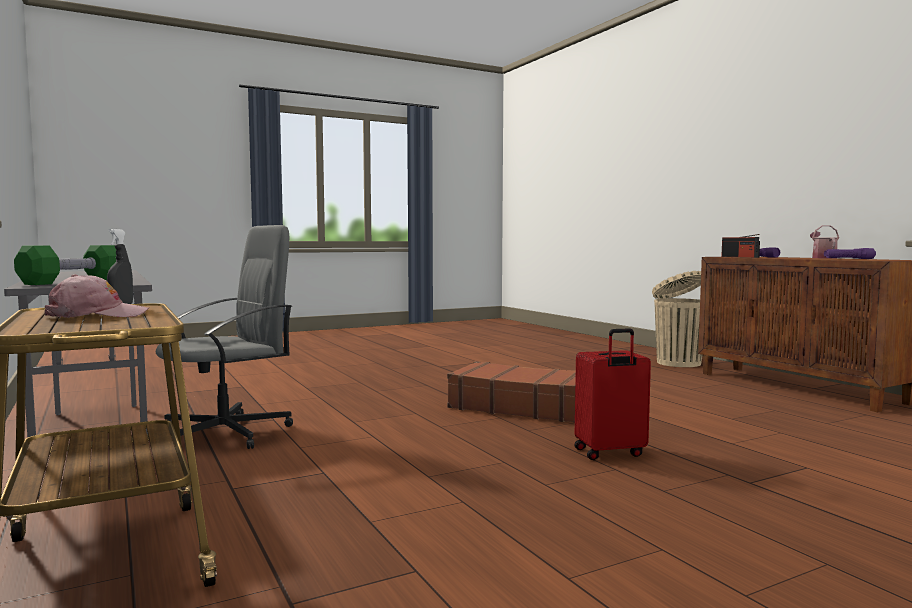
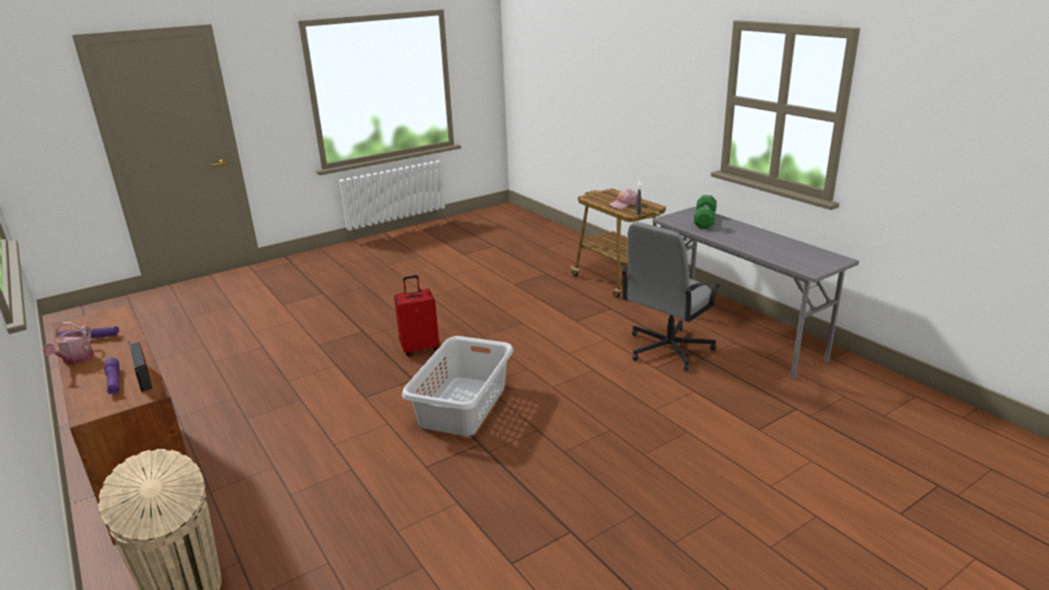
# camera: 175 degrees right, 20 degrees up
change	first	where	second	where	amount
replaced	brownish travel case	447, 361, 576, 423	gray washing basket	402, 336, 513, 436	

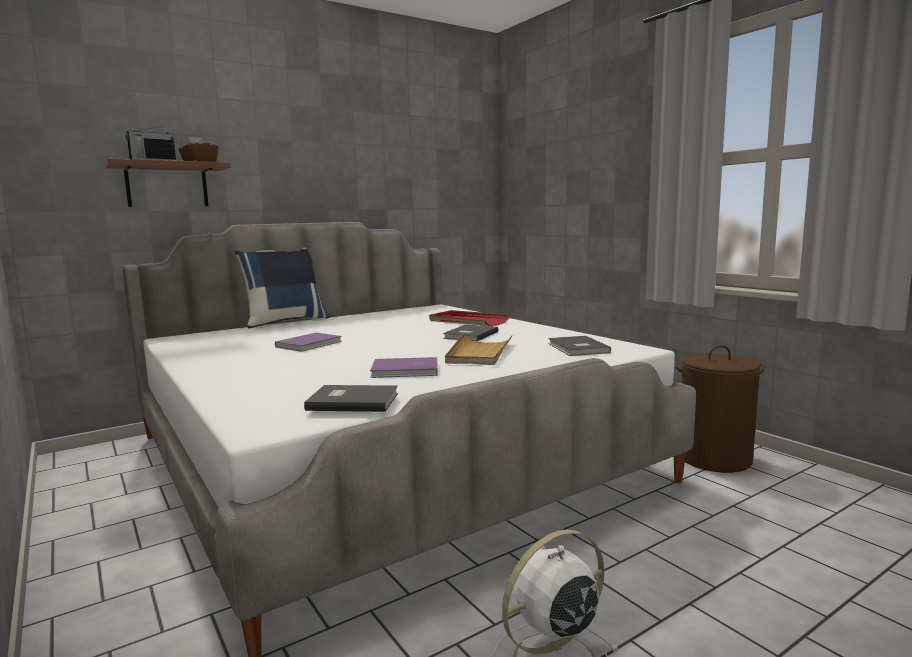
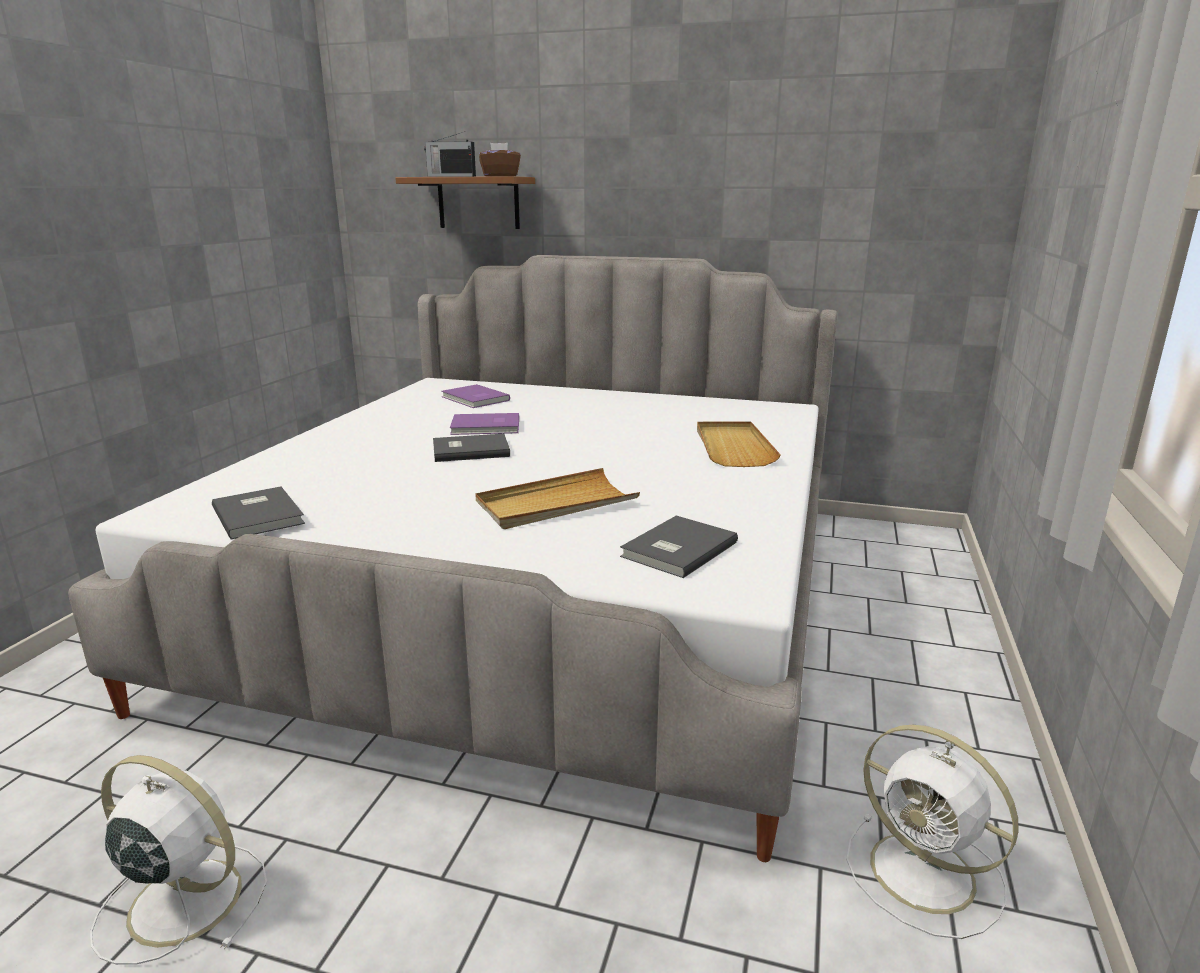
# camera: 50 degrees right, 10 degrees up
change	first	where	second	where	amount
removed	blue cushion	234, 248, 330, 329			
recoloured	reddish carrying tray	429, 310, 510, 326	beige-coloured carrying tray	697, 421, 781, 467	
moved	gray volume	443, 325, 498, 341		433, 434, 510, 462	
replaced	brownish washing basket	676, 345, 764, 473	whitish electric fan	846, 724, 1019, 939	
moved	purple volume	370, 357, 437, 378		441, 384, 510, 408	

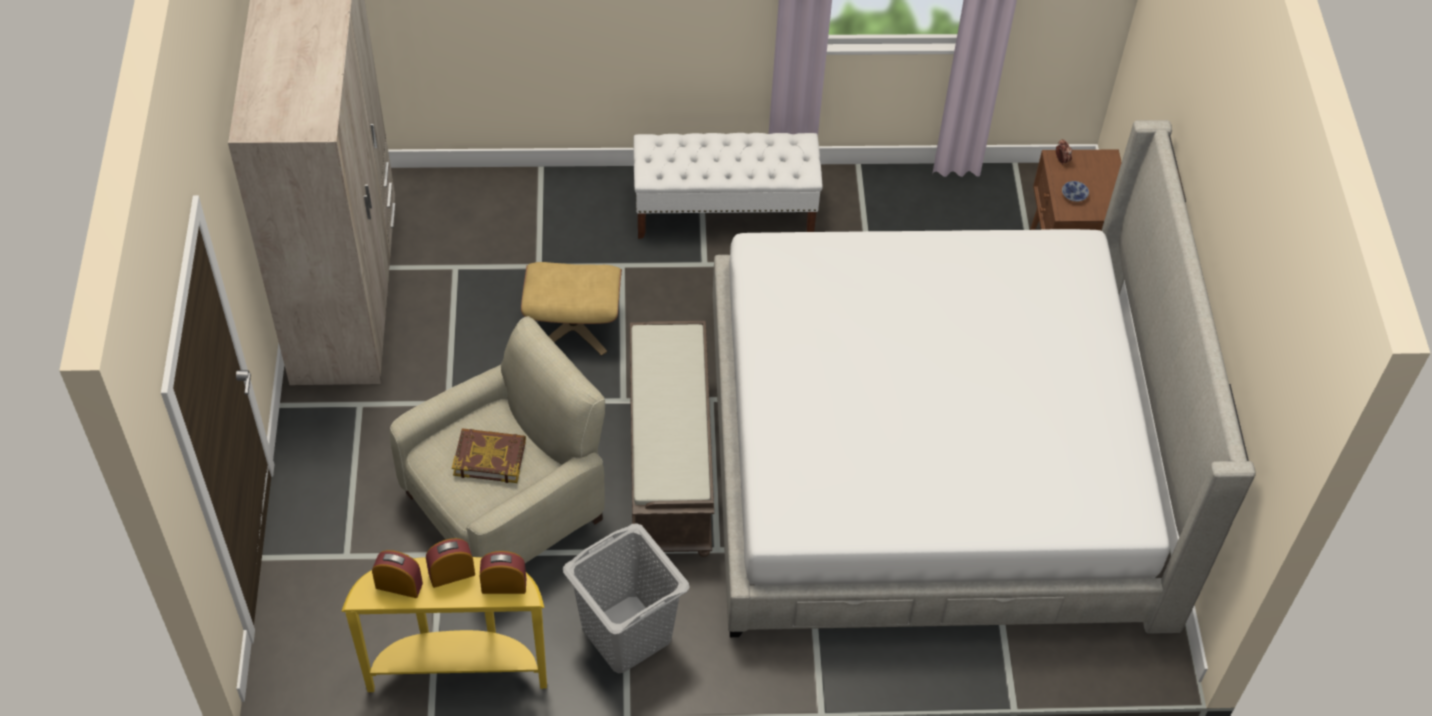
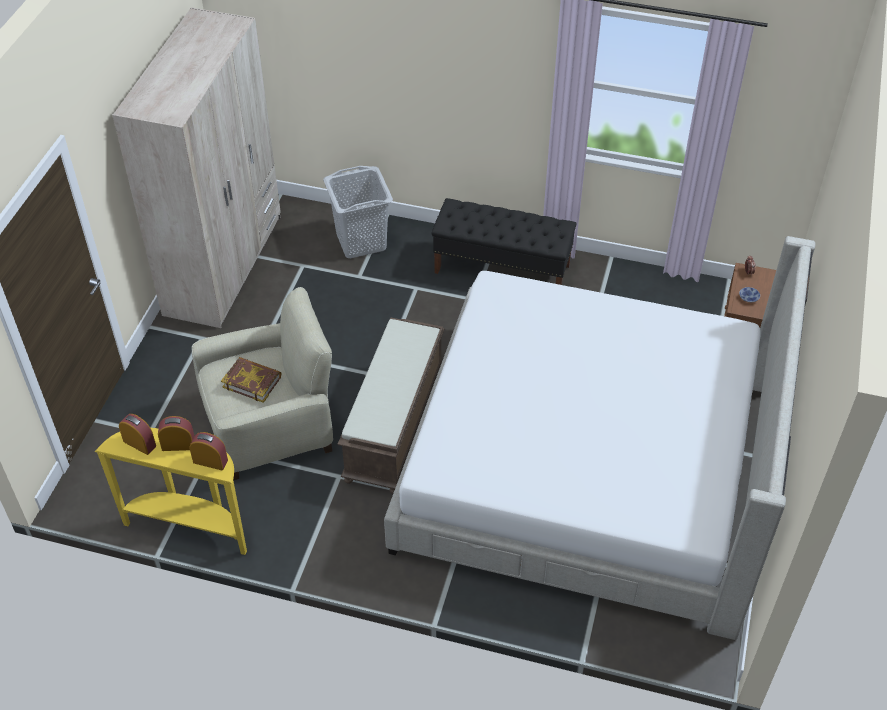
# camera: 20 degrees right, 5 degrees down
change	first	where	second	where	amount
recoloured	whitish indoor bench	634, 133, 823, 239	black-coloured indoor bench	432, 198, 576, 285	
removed	beige-coloured ottoman	521, 262, 622, 356			
moved	gray washing basket	563, 523, 690, 673		323, 166, 393, 258	

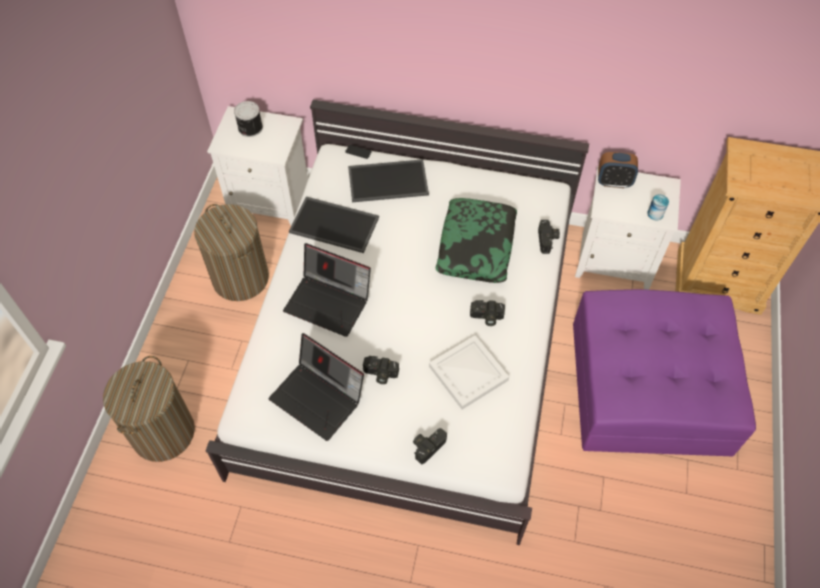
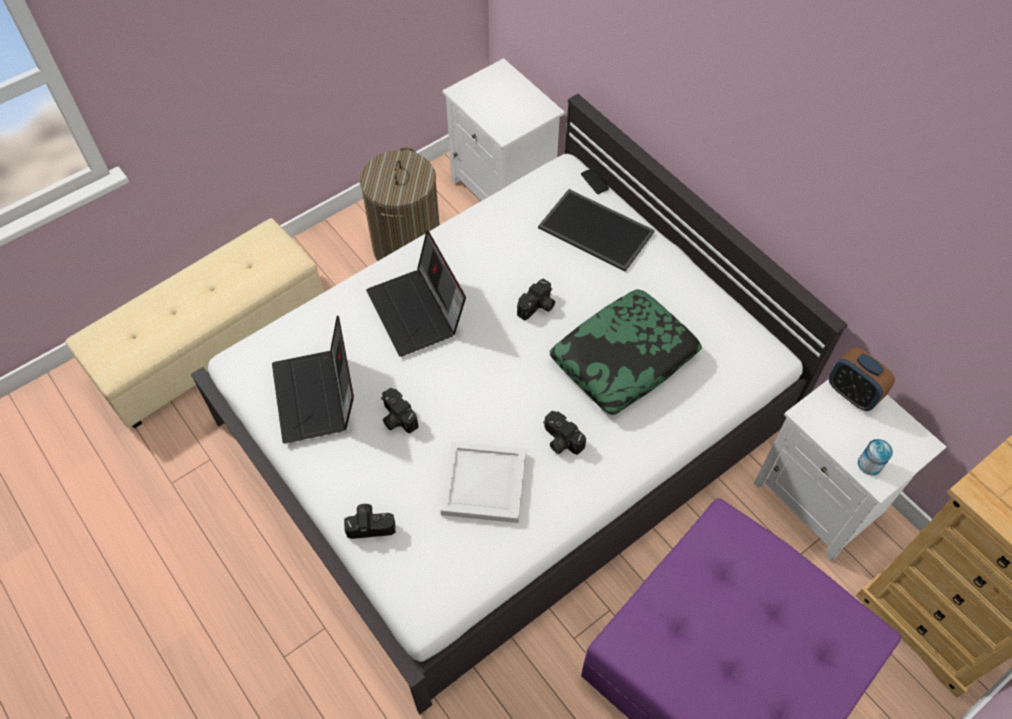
# camera: 40 degrees right, 0 degrees up
change	first	where	second	where	amount
removed	sealed can	234, 101, 263, 137			
removed	carrying tray	289, 196, 379, 253			
moved	photo camera	538, 220, 560, 254		517, 279, 555, 320	
replaced	washing basket	103, 356, 195, 462	beige-coloured ottoman	65, 218, 324, 429	

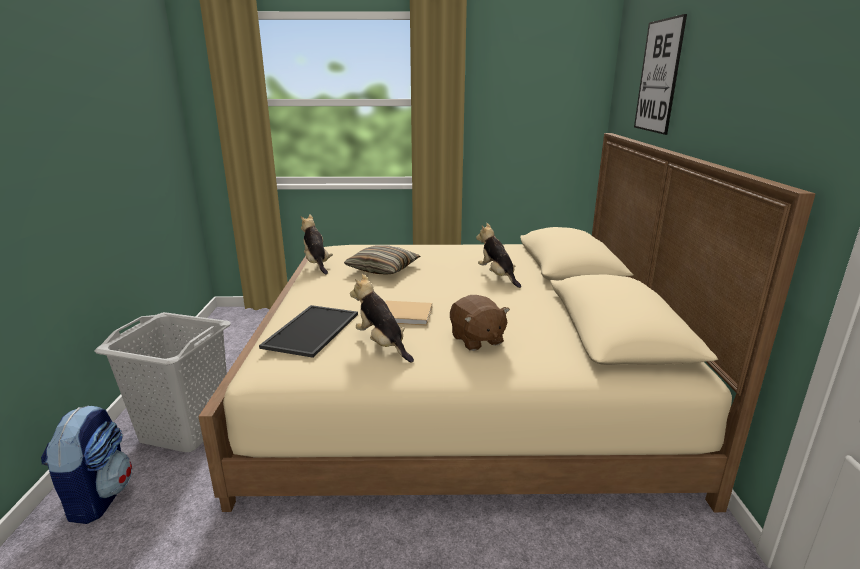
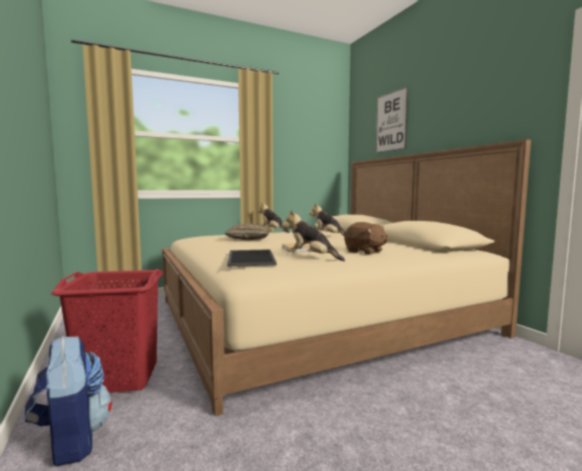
# camera: 25 degrees left, 15 degrees down
change	first	where	second	where	amount
moved	cuddly toy	300, 214, 333, 275		257, 202, 290, 233	
recoloured	gray washing basket	95, 312, 231, 452	reddish washing basket	50, 269, 164, 393	

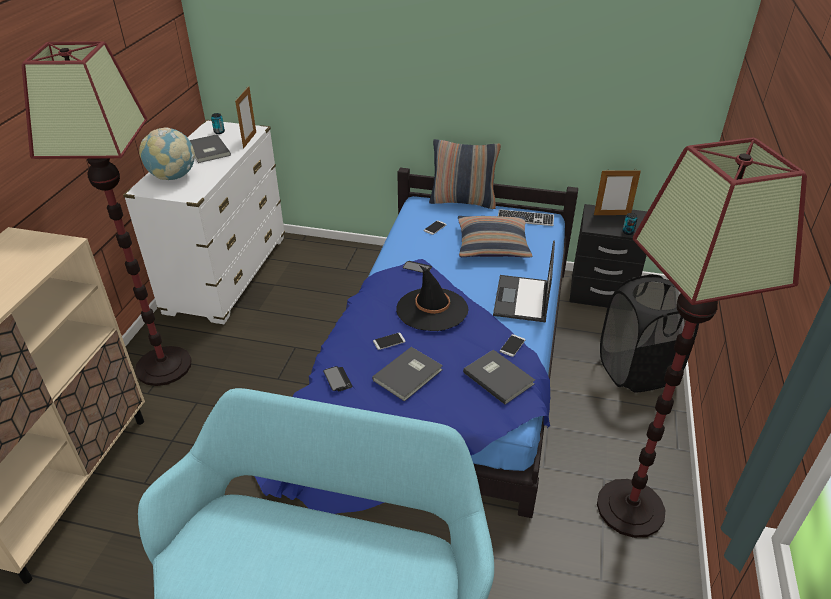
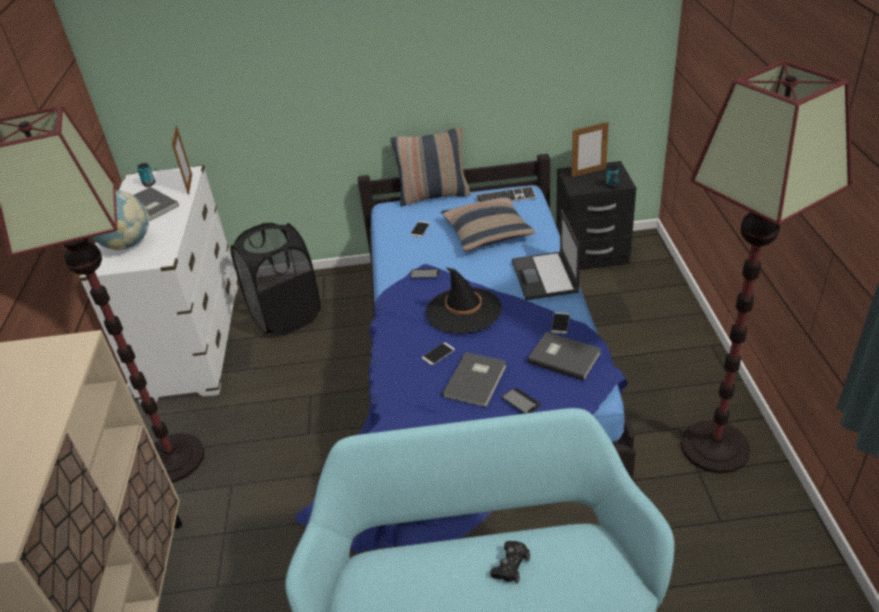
# camera: 15 degrees left, 0 degrees up
change	first	where	second	where	amount
moved	black-coloured washing basket	600, 274, 699, 393		231, 223, 321, 335	
moved	telephone	323, 366, 352, 391		502, 388, 541, 414	
added			black-coloured game controller	490, 541, 530, 584	

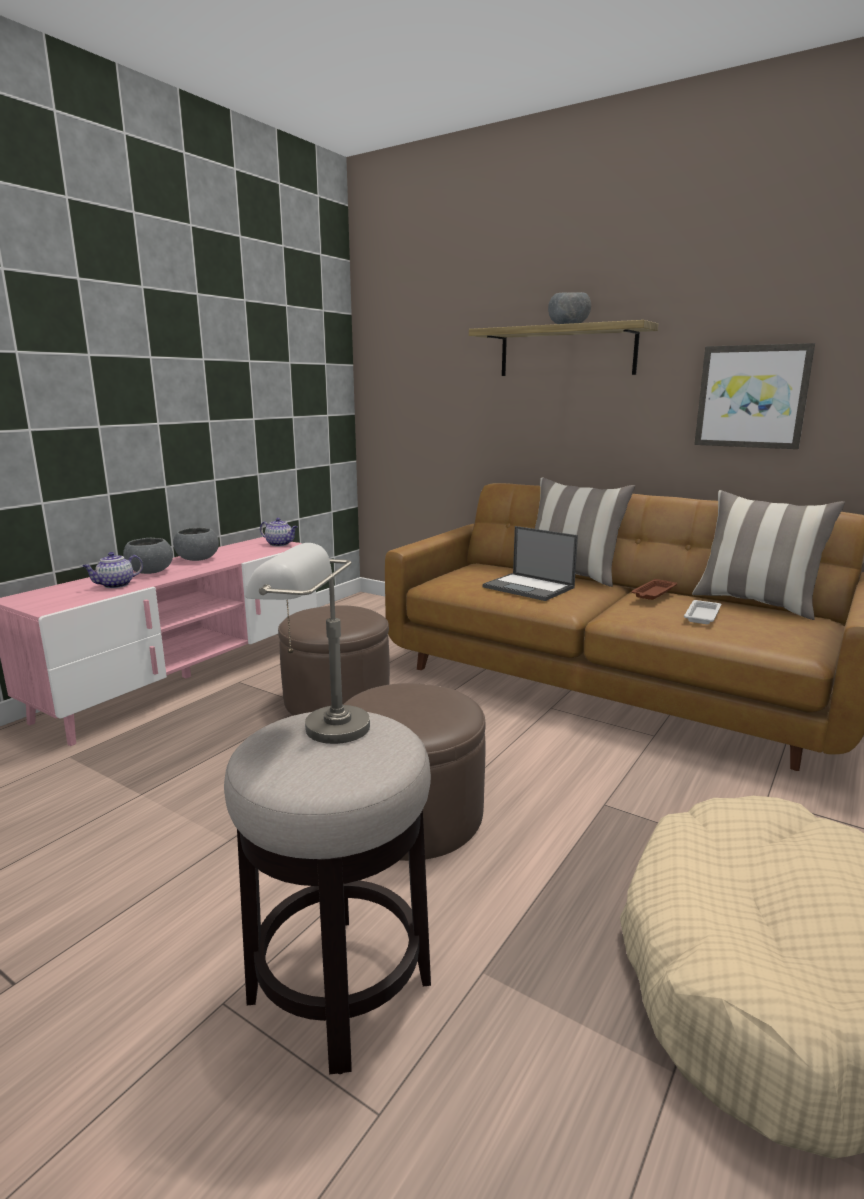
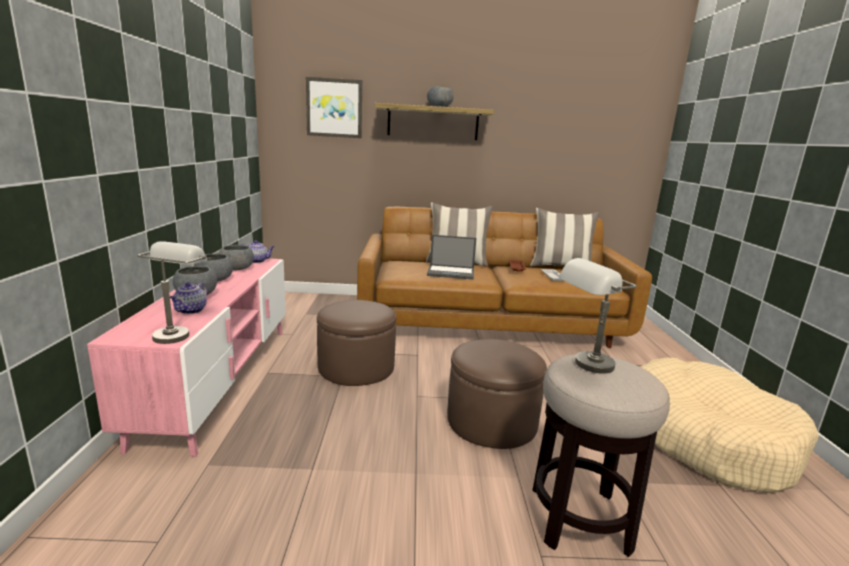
# camera: 35 degrees left, 0 degrees up
change	first	where	second	where	amount
moved	picture	694, 343, 815, 449		306, 77, 362, 138	
added			gray table lamp	137, 241, 207, 344	
added			gray serving bowl	219, 245, 254, 271	

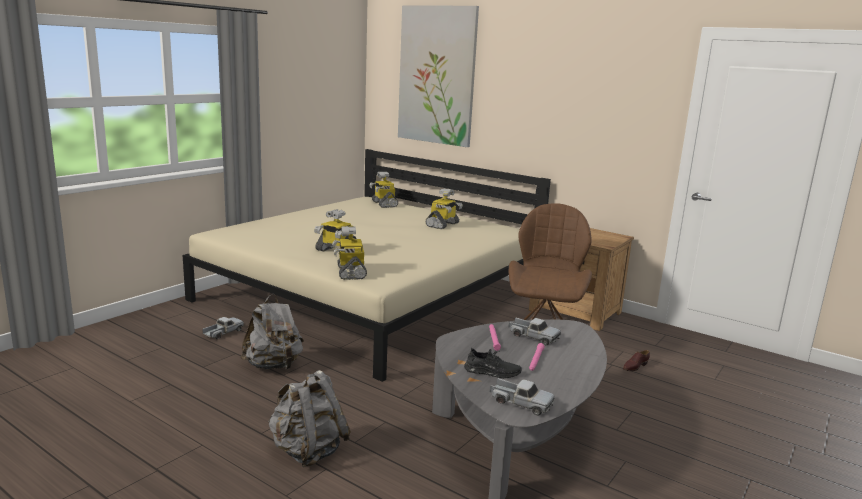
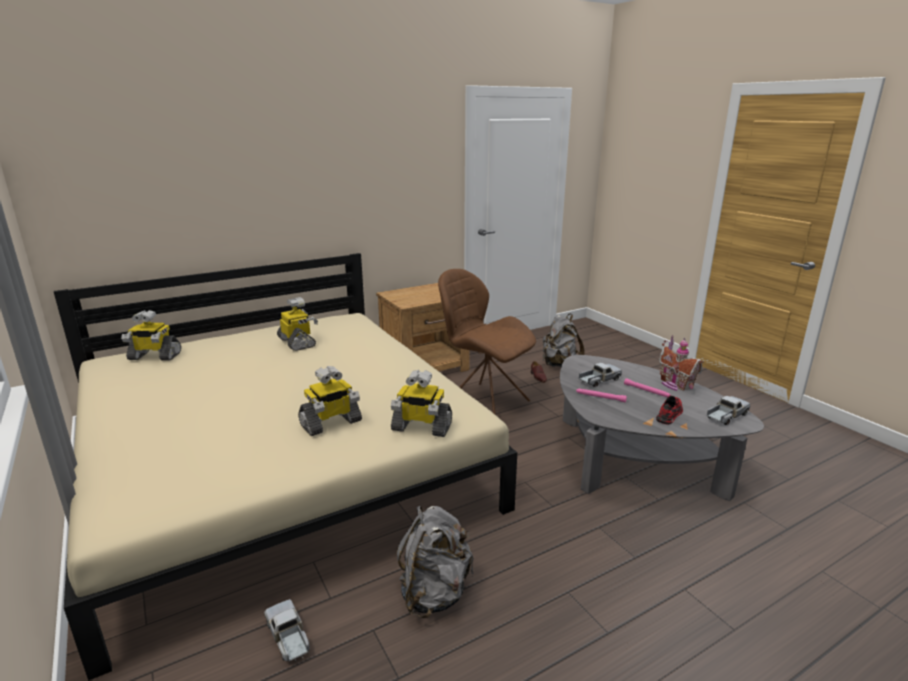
# camera: 65 degrees left, 5 degrees up
change	first	where	second	where	amount
removed	picture	398, 5, 479, 147			
recoloured	black-coloured low shoe	464, 348, 522, 378	reddish low shoe	656, 395, 683, 425	
moved	gray knapsack	268, 370, 351, 467		542, 314, 585, 367	
added			model house	659, 335, 704, 391	

